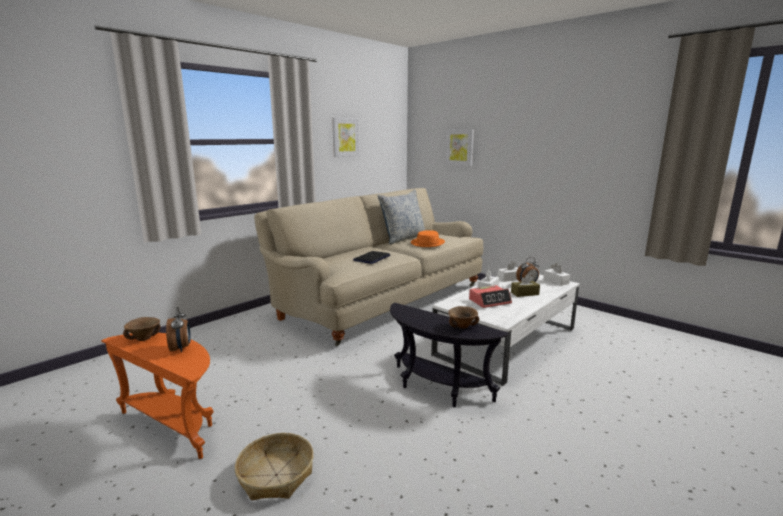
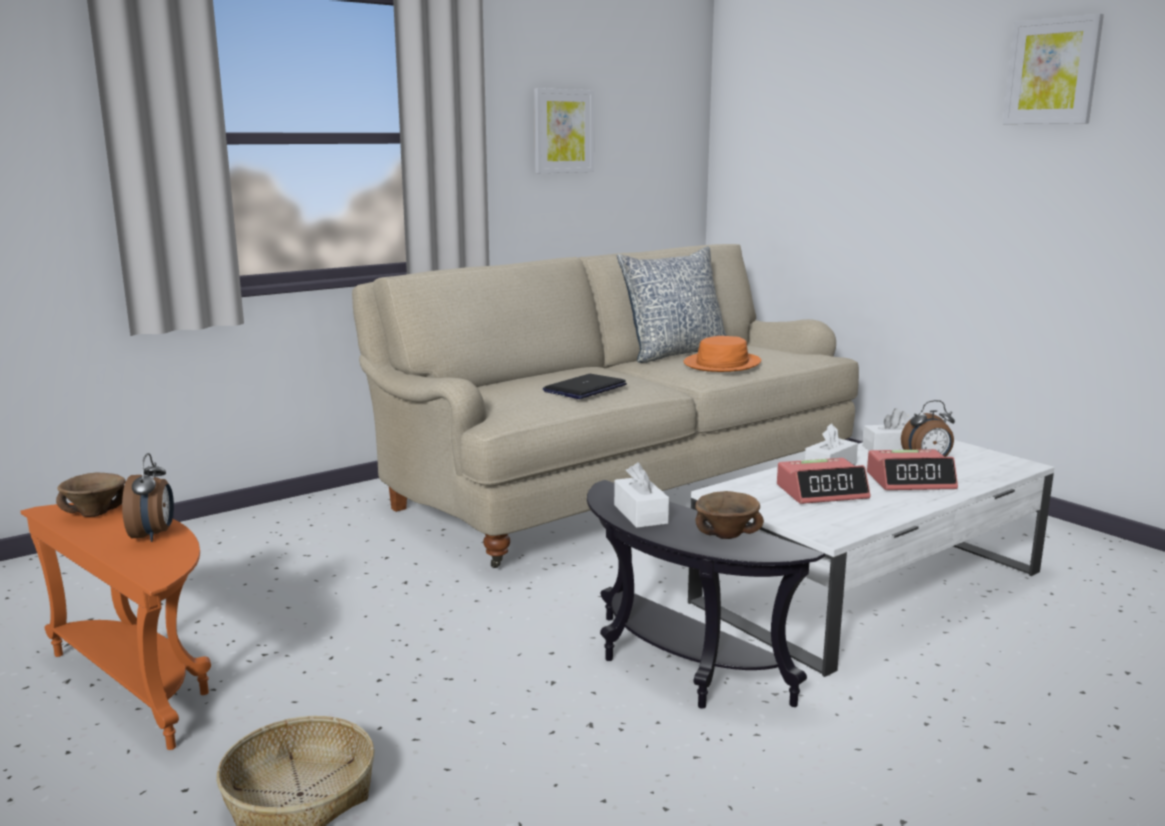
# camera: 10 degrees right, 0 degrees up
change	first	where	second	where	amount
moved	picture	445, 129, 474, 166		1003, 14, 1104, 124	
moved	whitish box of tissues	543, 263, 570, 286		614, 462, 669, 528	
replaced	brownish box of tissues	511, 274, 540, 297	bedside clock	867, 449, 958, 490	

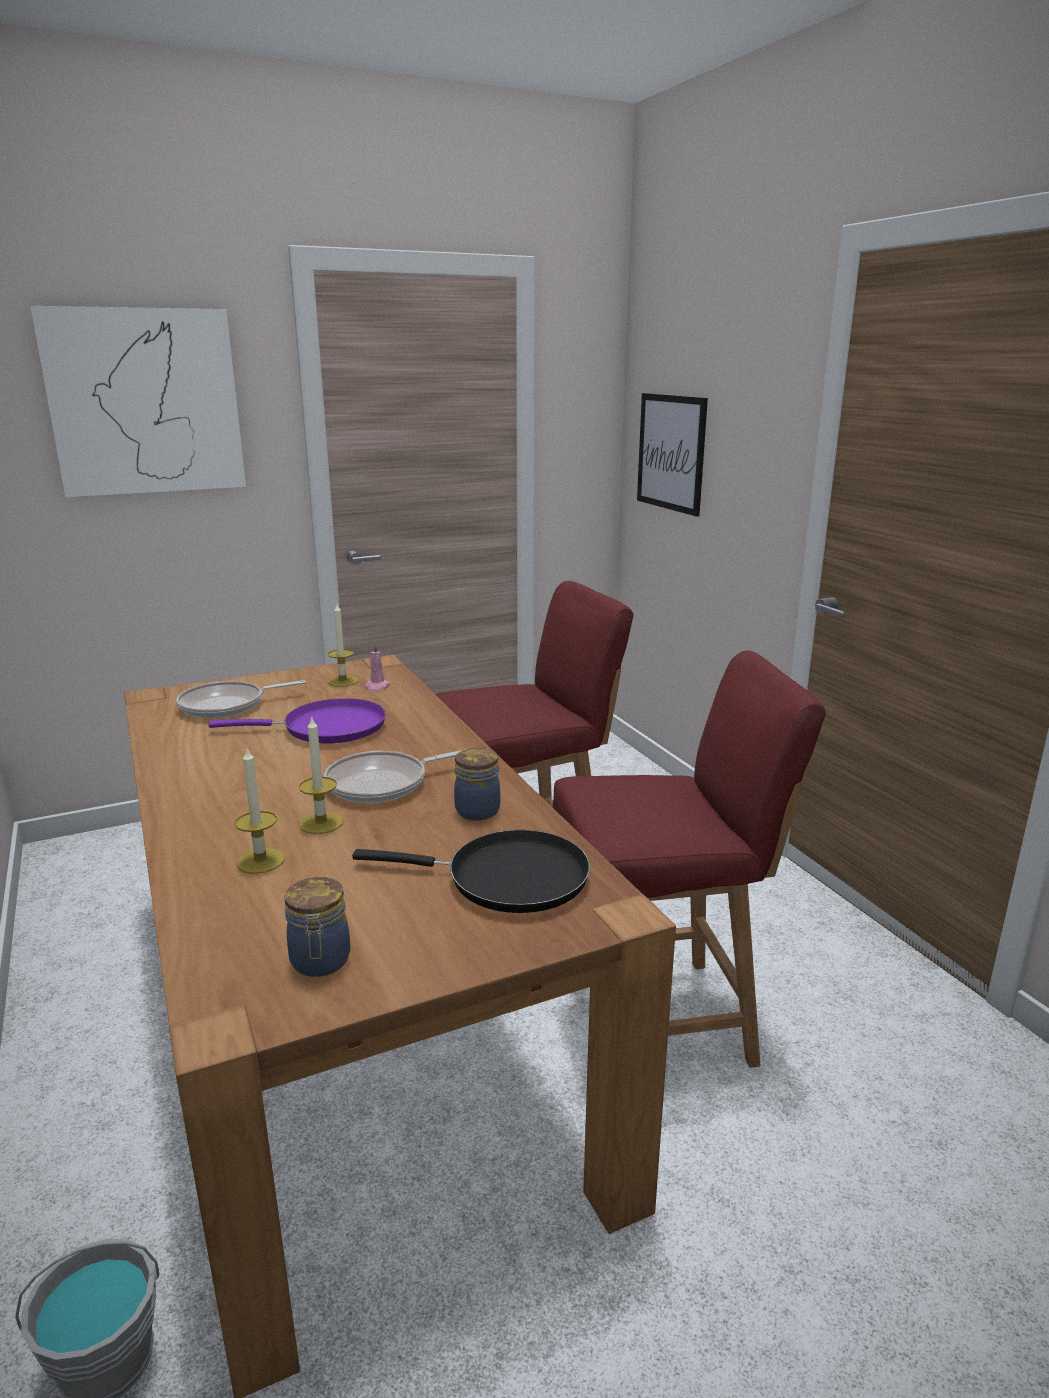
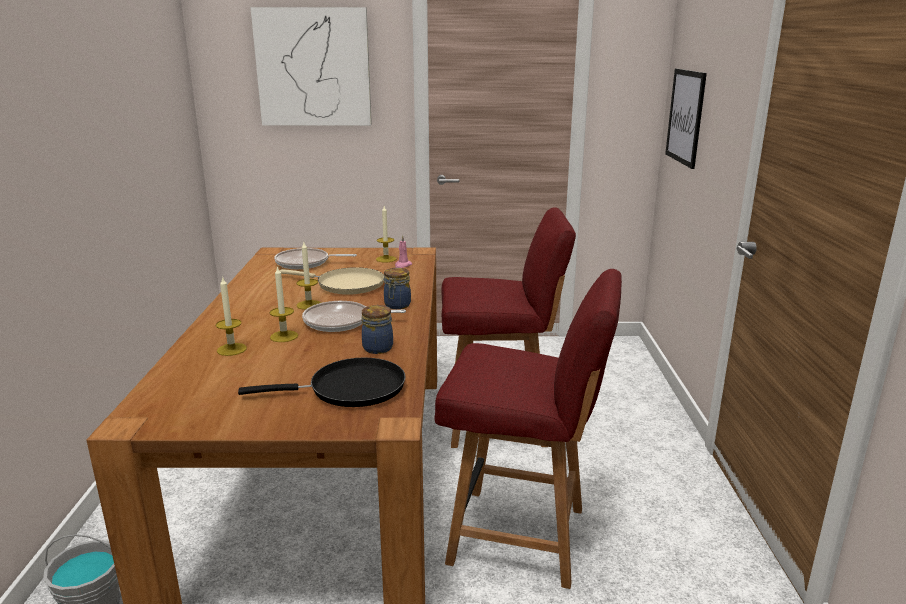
# camera: 25 degrees right, 0 degrees up
change	first	where	second	where	amount
recoloured	purple skillet	208, 698, 386, 743	beige-coloured skillet	280, 267, 384, 295	
turned	black-coloured skillet	352, 830, 590, 913		238, 357, 406, 407	45 degrees counterclockwise
moved	preserve jar	284, 877, 350, 977		384, 268, 411, 309	
added			wax light	296, 242, 321, 310	

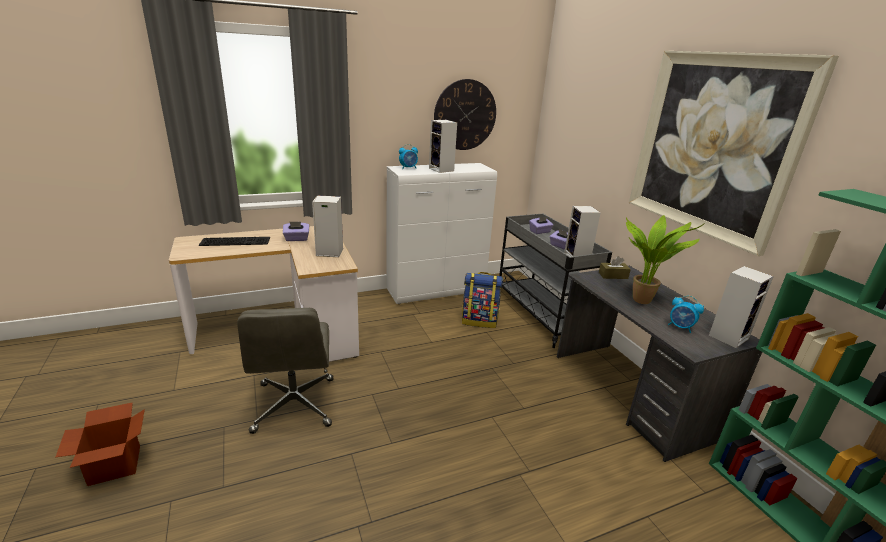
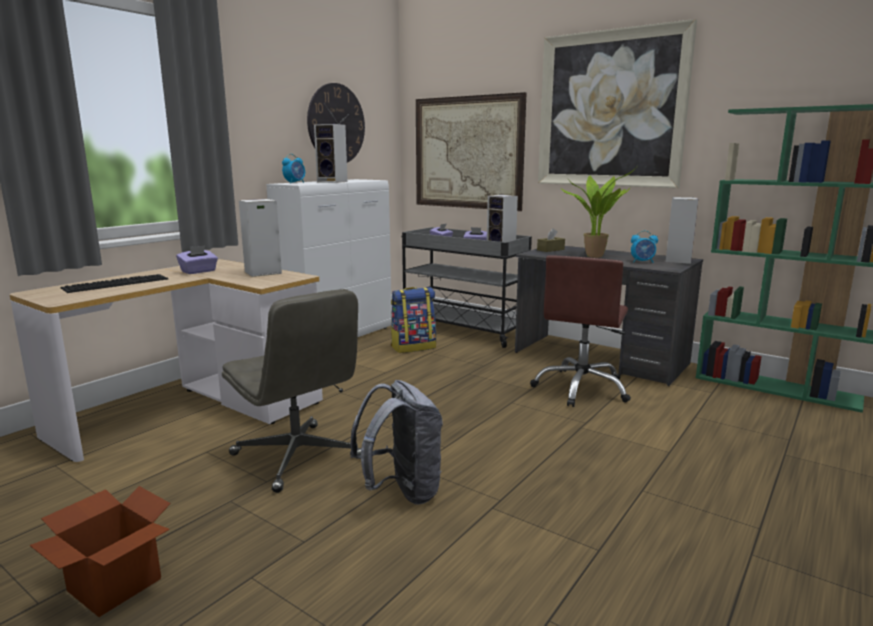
# camera: 30 degrees left, 10 degrees down
change	first	where	second	where	amount
added			picture	416, 92, 527, 211	
added			brownish office chair	530, 255, 631, 407	
added			gray knapsack	350, 380, 443, 505	

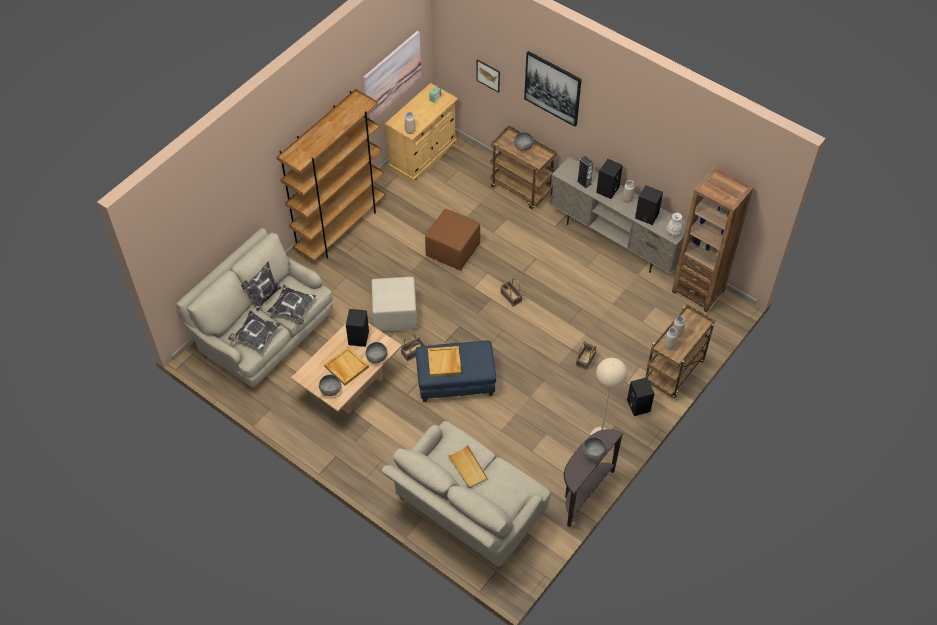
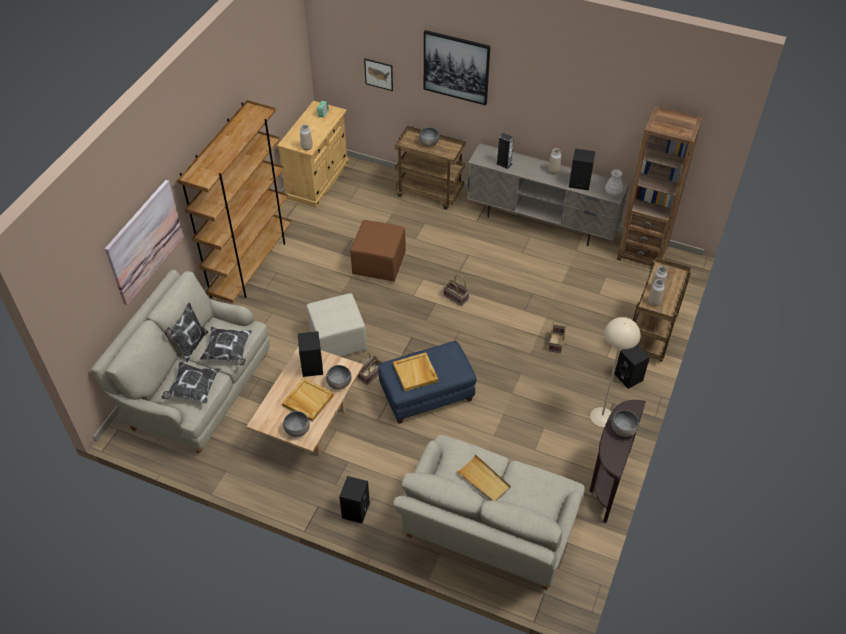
# camera: 15 degrees left, 5 degrees down
change	first	where	second	where	amount
moved	picture	363, 31, 421, 120		105, 180, 183, 305	
moved	black-coloured speaker	596, 159, 623, 199		339, 476, 370, 523	

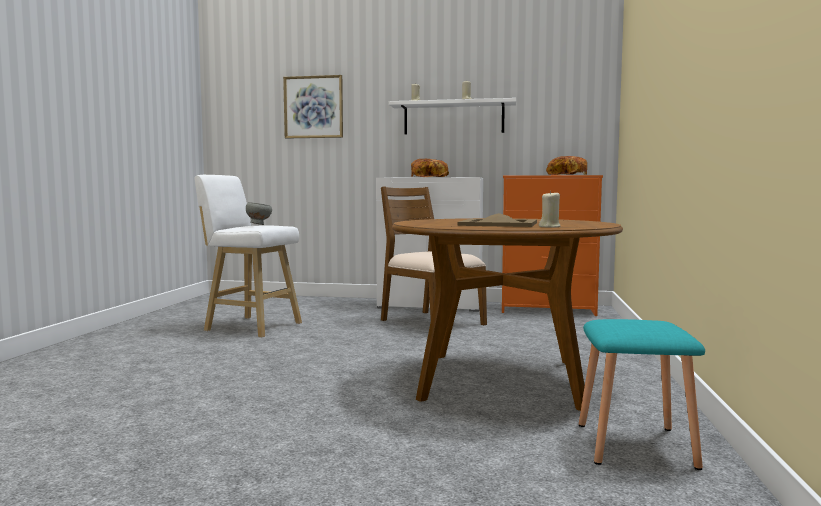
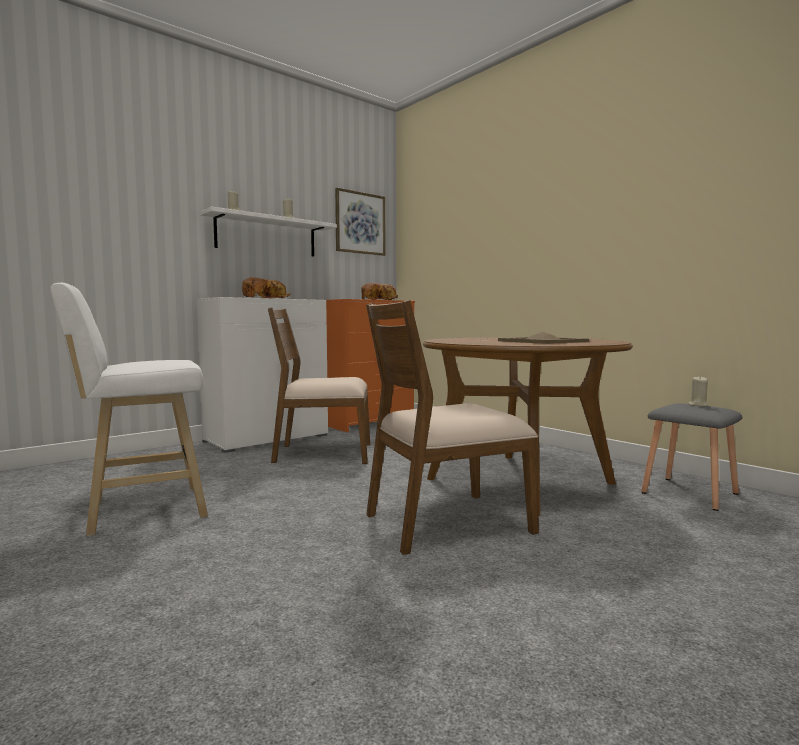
# camera: 50 degrees left, 0 degrees up
change	first	where	second	where	amount
moved	picture	283, 75, 343, 139		335, 188, 385, 256	
moved	beige-coloured wax light	539, 191, 561, 227		688, 377, 708, 407	
removed	gray serving bowl	246, 202, 272, 225			
recoloured	turquoise stool	579, 319, 705, 470	gray stool	641, 403, 742, 511	
added			brownish upright chair	366, 300, 539, 555	

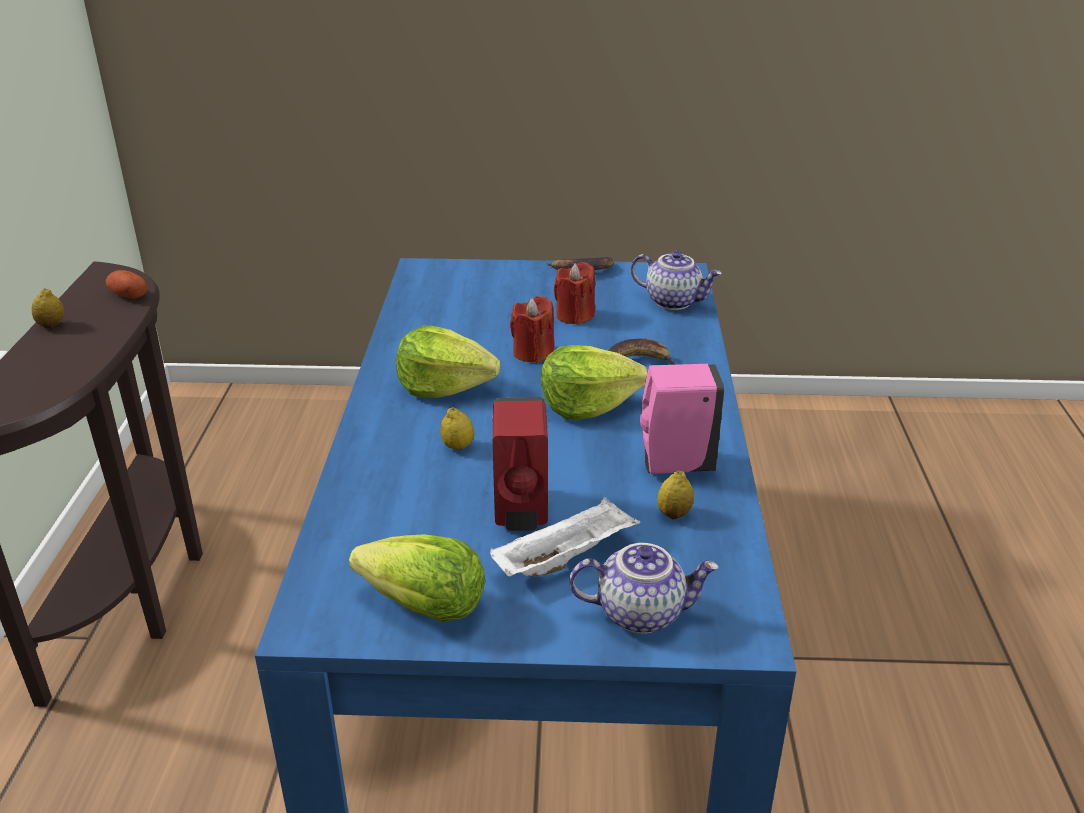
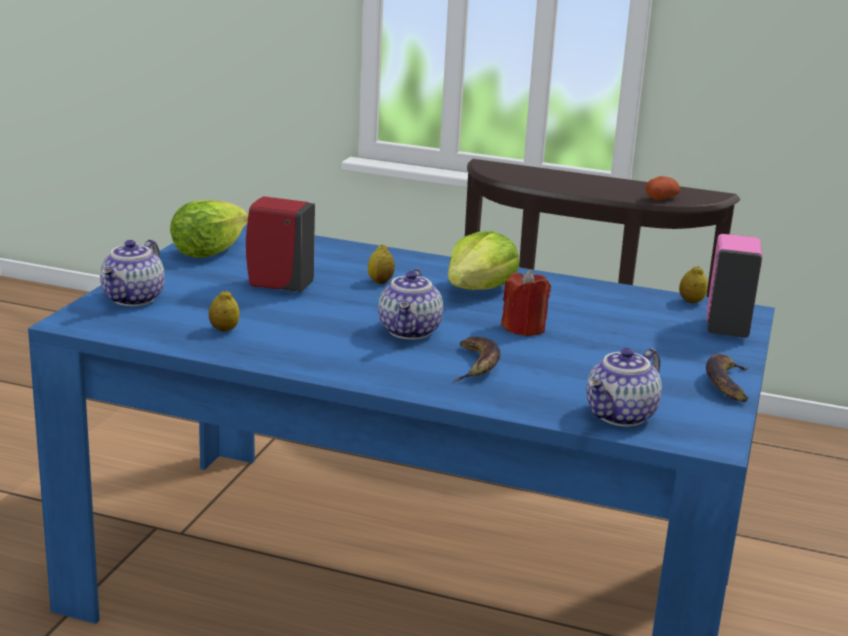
# camera: 105 degrees right, 10 degrees down
change	first	where	second	where	amount
removed	reddish wax light	554, 262, 595, 325			
moved	whole lemon	32, 288, 64, 328		679, 266, 708, 303	
replaced	head of lettuce	541, 345, 648, 420	teapot	378, 269, 443, 340	
moved	pink-coloured liquid soap bottle	640, 364, 724, 474		707, 234, 762, 338	
removed	whitish carrying tray	490, 497, 640, 577			

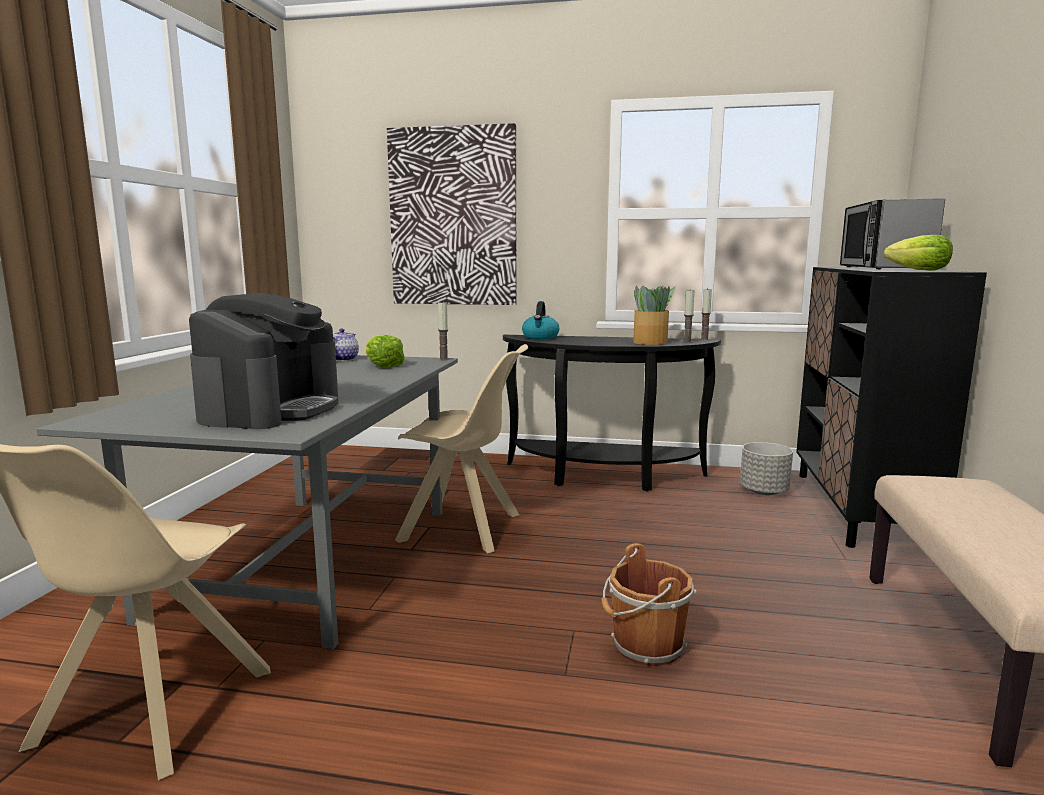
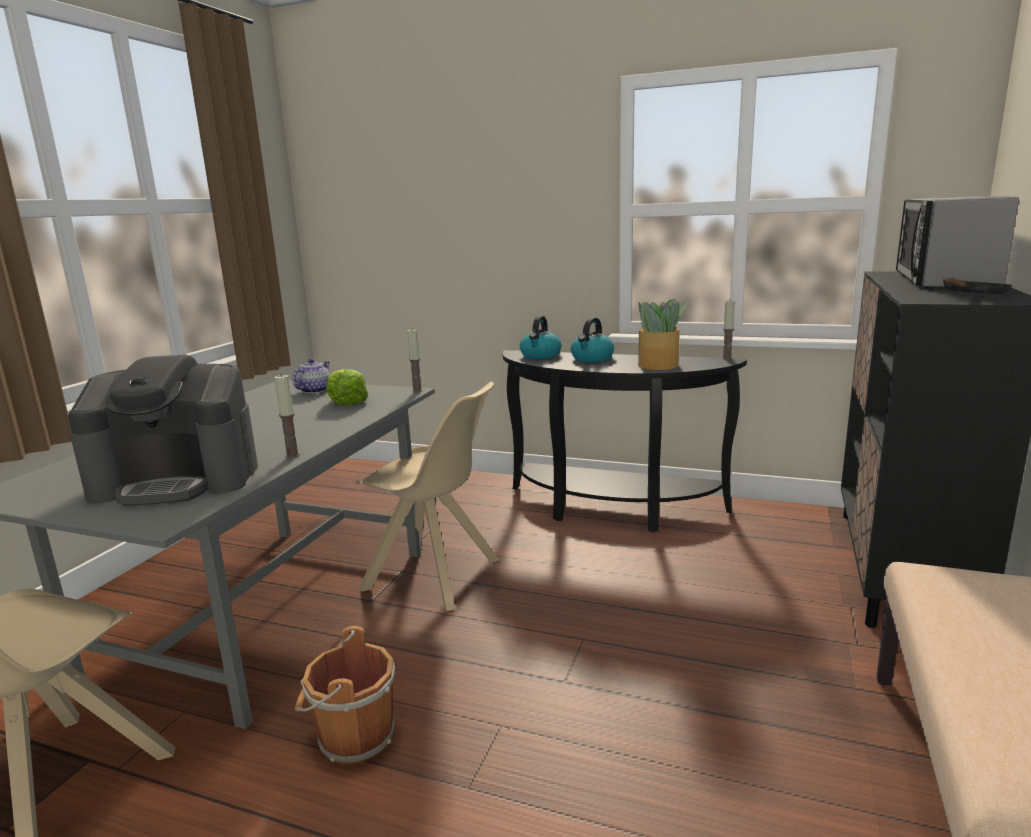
# camera: 10 degrees right, 5 degrees up
change	first	where	second	where	amount
removed	picture	387, 123, 517, 305			
replaced	head of lettuce	884, 235, 953, 271	black-coloured skillet	943, 277, 1012, 294	
moved	wax light	683, 290, 695, 343		274, 374, 300, 458	
turned	coffee brewer	189, 293, 338, 429		68, 355, 258, 506	60 degrees clockwise
removed	gray planter	740, 442, 793, 495			
moved	brownish bucket	601, 543, 697, 666		295, 626, 395, 765	
added			water kettle	571, 317, 614, 362	

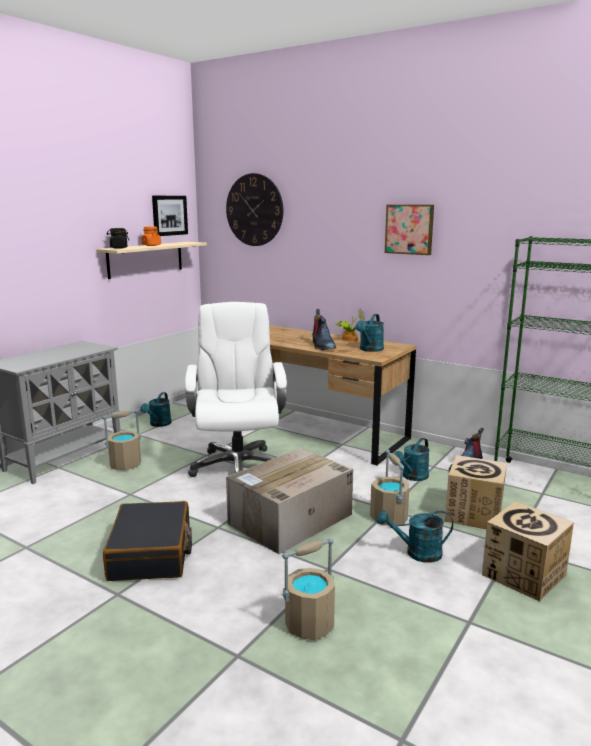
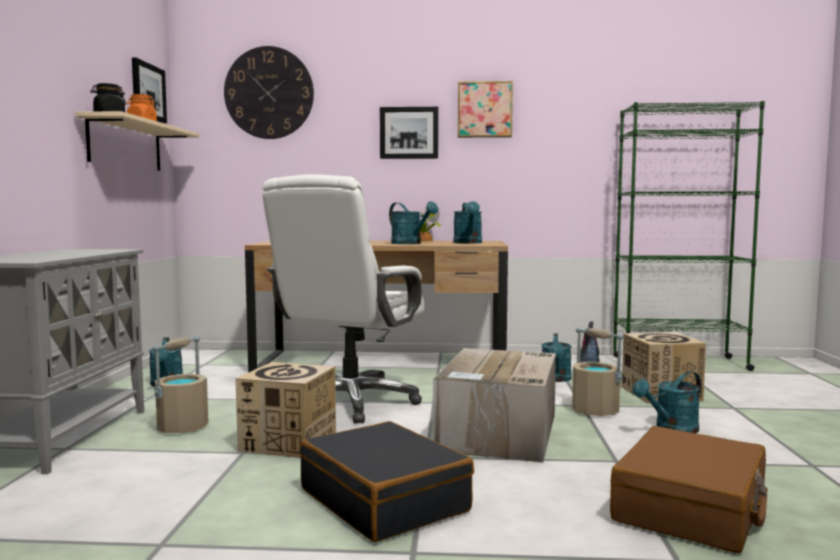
# camera: 30 degrees left, 10 degrees down
change	first	where	second	where	amount
turned	whitish office chair	185, 302, 287, 477		262, 174, 424, 423	120 degrees counterclockwise
replaced	high-top boot	312, 309, 336, 350	turquoise watering pot	389, 201, 438, 244	
moved	carton	482, 501, 574, 601		236, 362, 336, 458	
replaced	beige-coloured bucket	282, 538, 335, 640	brownish travel case	610, 426, 768, 553	
added			picture	380, 107, 438, 159	

